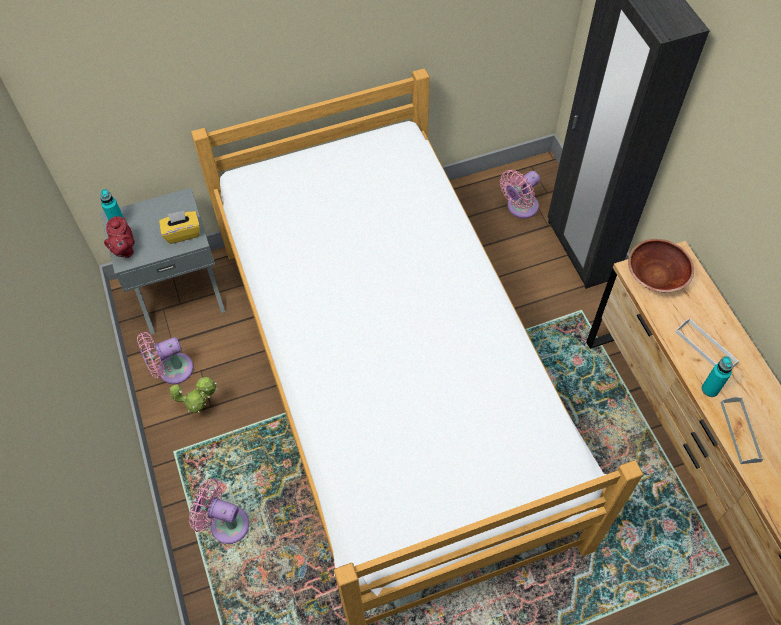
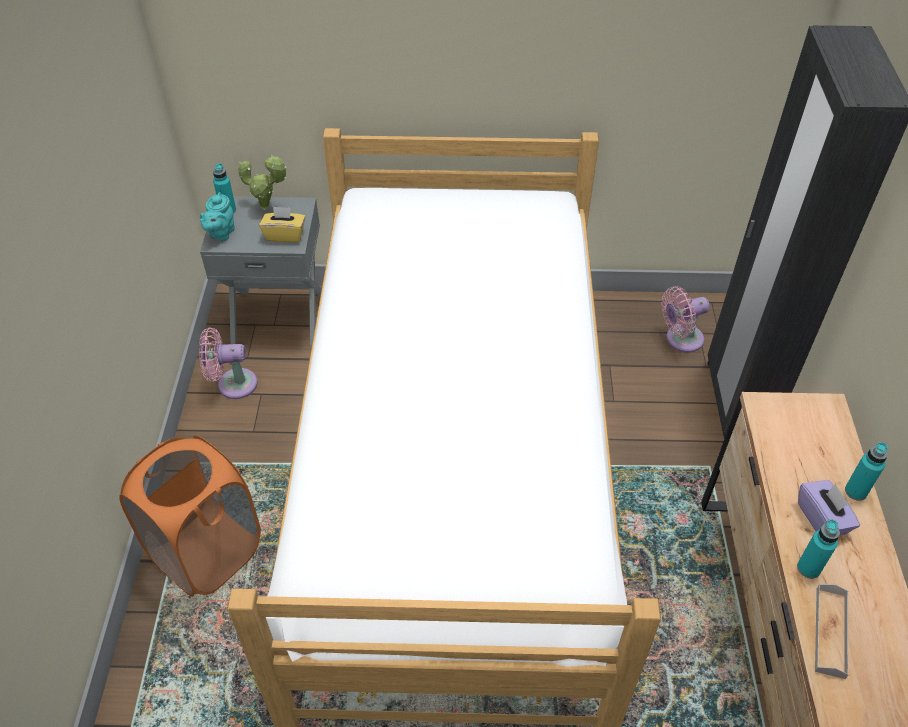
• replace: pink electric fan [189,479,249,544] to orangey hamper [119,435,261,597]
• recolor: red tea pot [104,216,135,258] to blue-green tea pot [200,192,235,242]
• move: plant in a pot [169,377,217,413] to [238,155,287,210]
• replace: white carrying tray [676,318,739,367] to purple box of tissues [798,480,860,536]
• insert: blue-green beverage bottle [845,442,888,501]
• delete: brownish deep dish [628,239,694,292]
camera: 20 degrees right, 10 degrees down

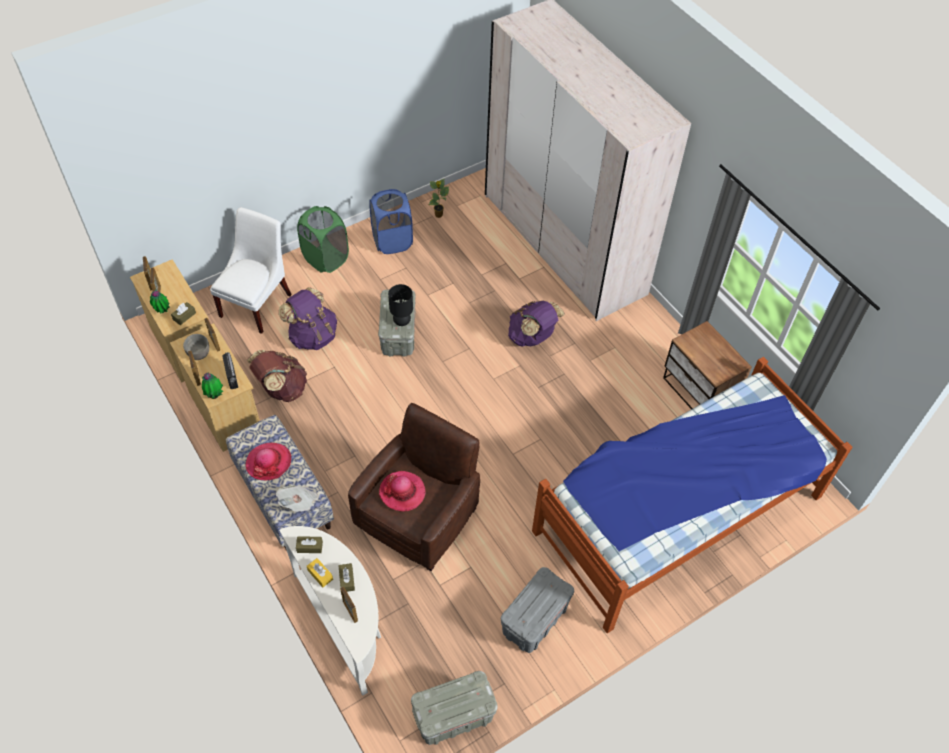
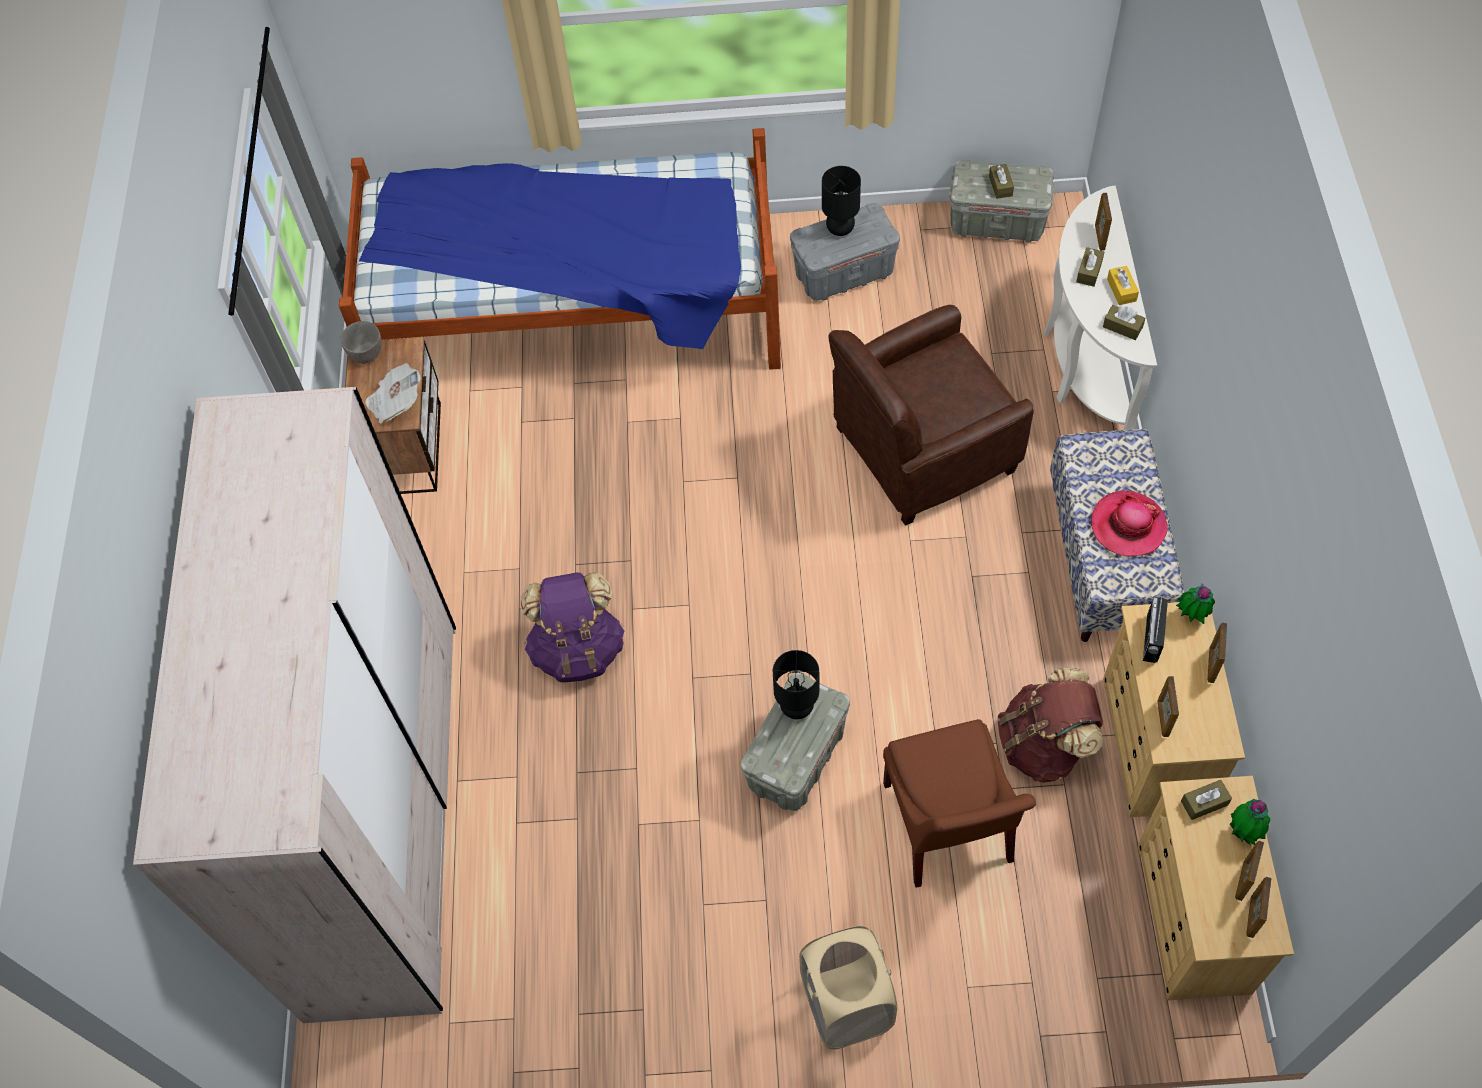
• move: grey deep dish [183,334,209,360] to [340,321,382,364]
• move: newspaper [276,484,319,512] to [365,363,421,424]
• recolor: greenish hamper [297,206,349,273] to sand-coloured hamper [799,926,897,1050]
• insert: black-coloured lamp for a table [822,166,861,236]
• replace: purple knapsack [279,287,337,350] to brownish plain chair [883,719,1036,888]
• insert: brownish box of tissues [989,164,1014,199]
• delete: white plain chair [210,207,292,334]
• delete: blue-coloured hamper [369,189,413,254]
• delete: clothing hat [379,471,425,512]
• delete: plant in a pot [429,179,449,218]
camera: 145 degrees left, 5 degrees up

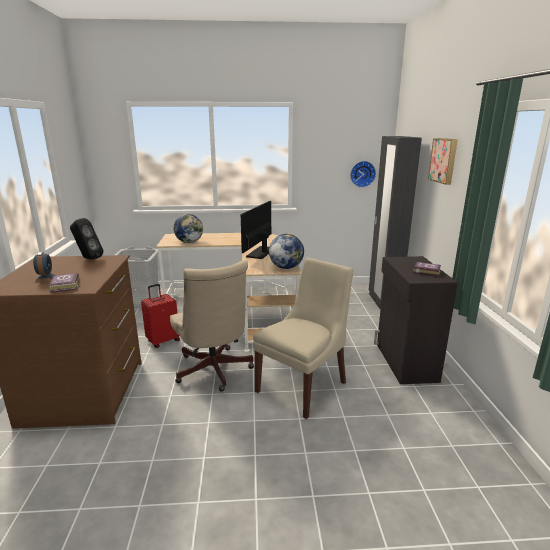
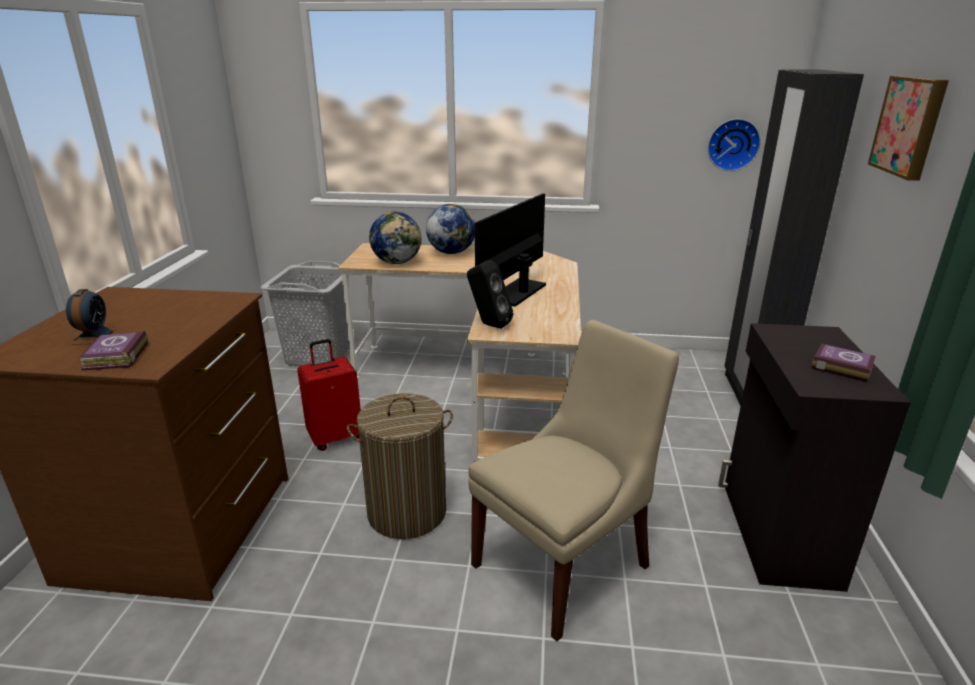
• replace: sand-coloured office chair [170,260,254,391] to hamper [347,393,453,539]
• move: world globe [269,234,304,269] to [426,204,475,254]
• move: black-coloured speaker [70,218,103,260] to [467,260,513,328]
camera: 10 degrees right, 5 degrees up

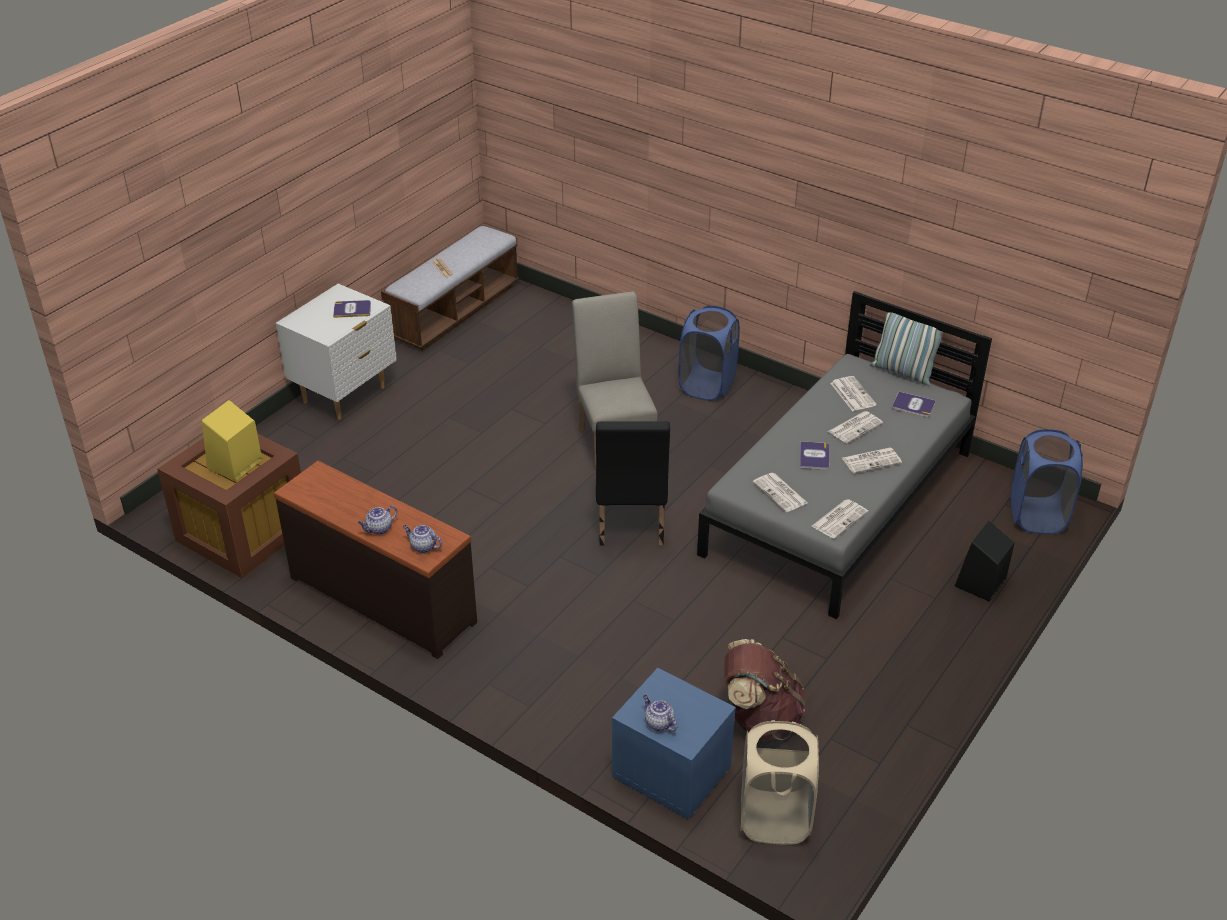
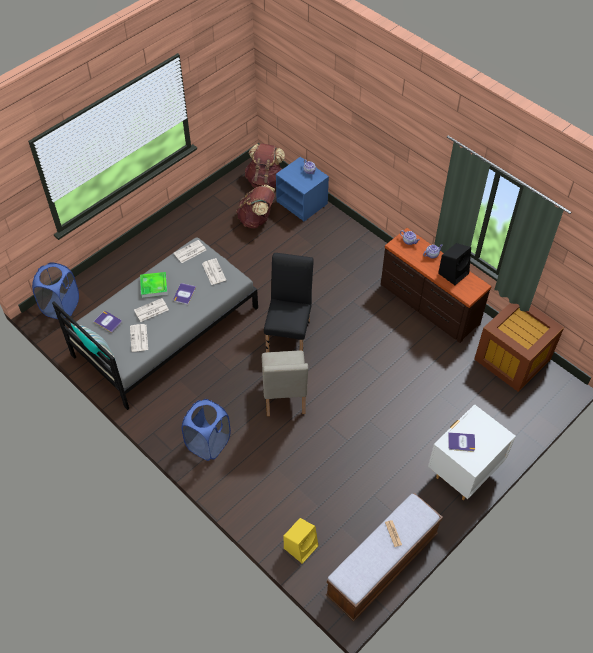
• replace: newspaper [842,447,902,473] to carrying tray [140,272,168,298]
• replace: sand-coloured hamper [741,720,819,845] to brownish knapsack [245,144,285,188]
• move: yellow-coloured speaker [202,400,262,481] to [283,518,319,564]
• move: black-coloured speaker [955,521,1015,602] to [438,243,471,285]
camera: 170 degrees left, 15 degrees up

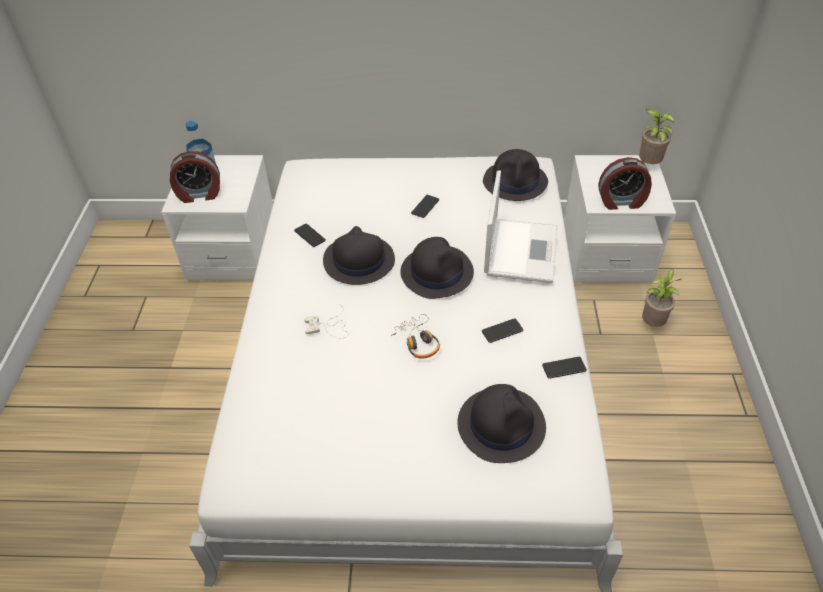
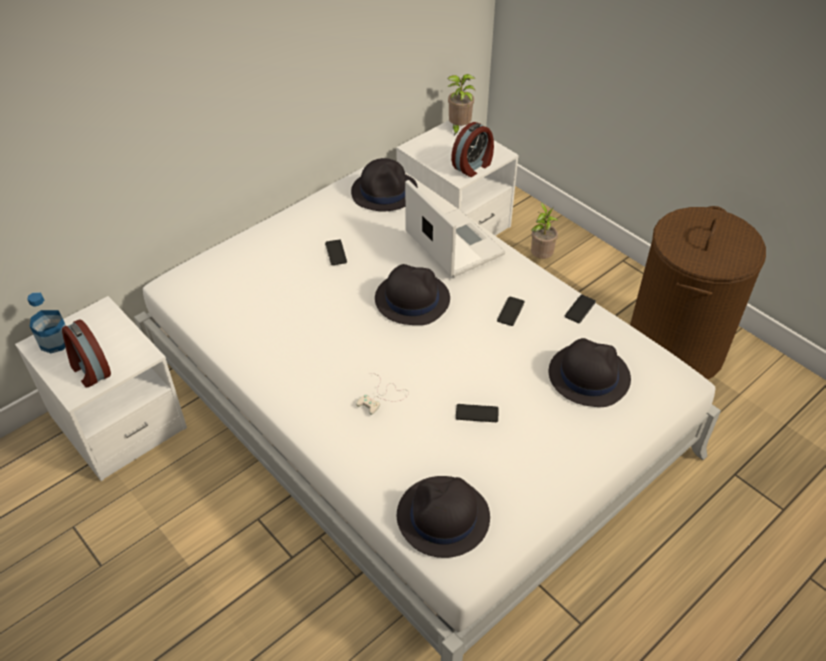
• rotate: table clock [170,151,220,203] = [62,319,111,388] 105 degrees clockwise
• move: black-coloured clothing hat [323,226,395,285] to [397,476,490,558]
• move: telephone [294,223,326,247] to [456,404,499,422]
• insert: brownish hamper [630,206,766,380]
• delete: pair of headphones [391,314,440,359]
camera: 45 degrees left, 0 degrees up

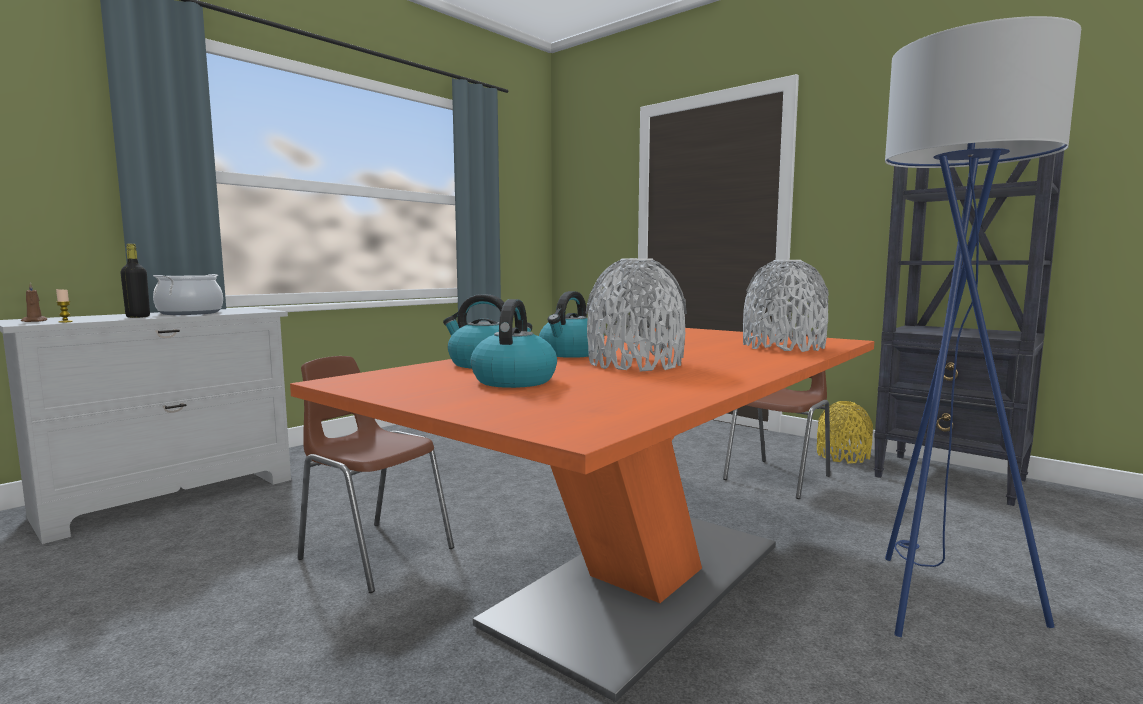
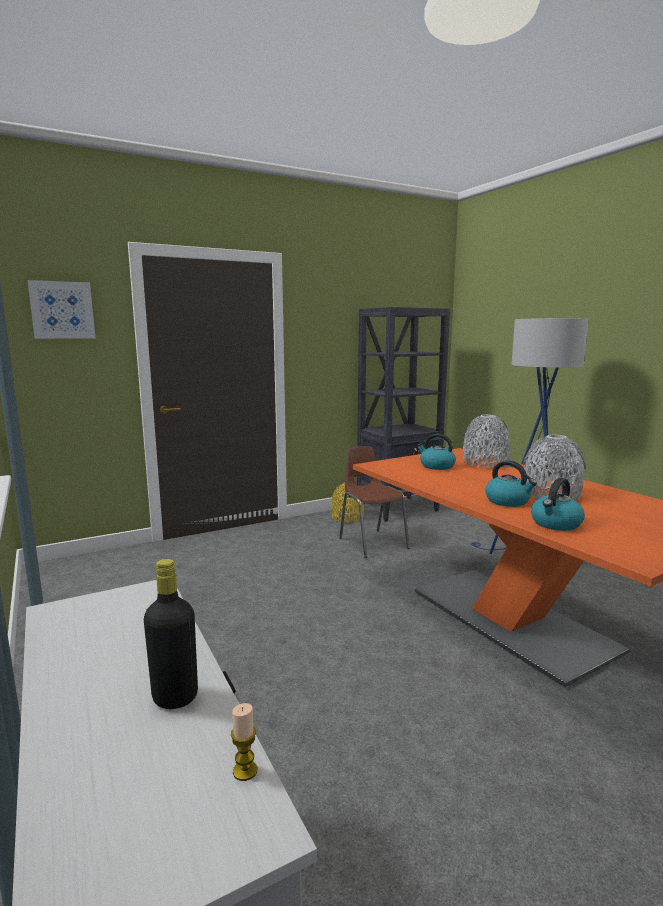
• insert: wall picture [27,280,95,339]
• move: water kettle [470,299,557,388] to [417,434,456,470]
• delete: brownish wax candle [21,282,47,322]
• delete: cooking pot [153,274,223,315]
• delete: brownish plain chair [297,356,454,593]
camera: 70 degrees left, 5 degrees up

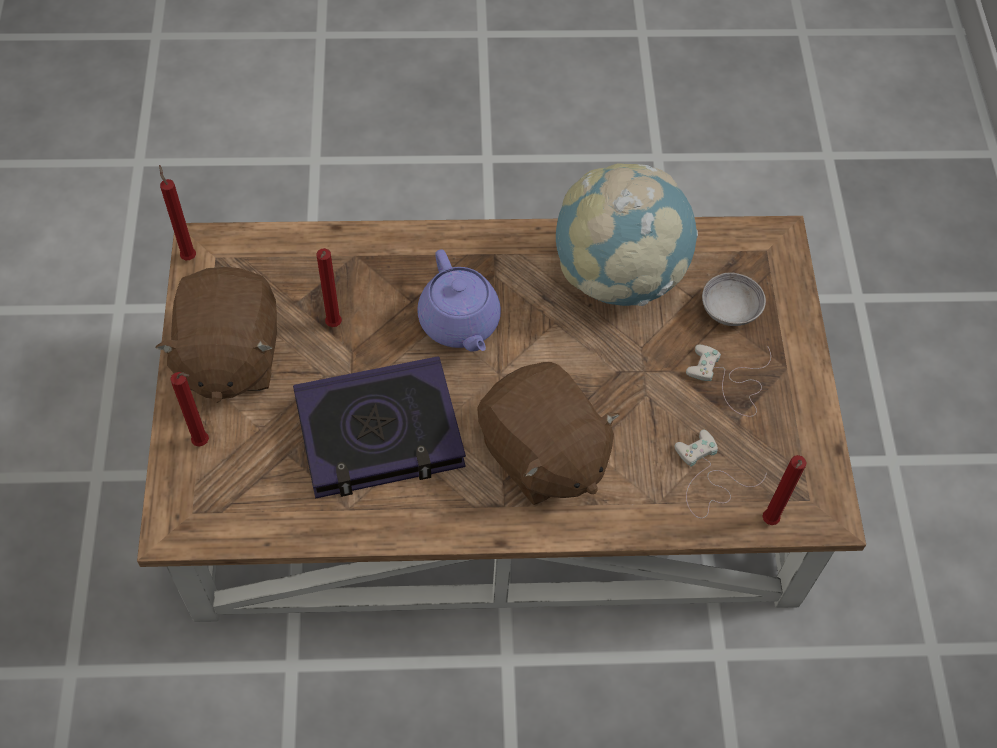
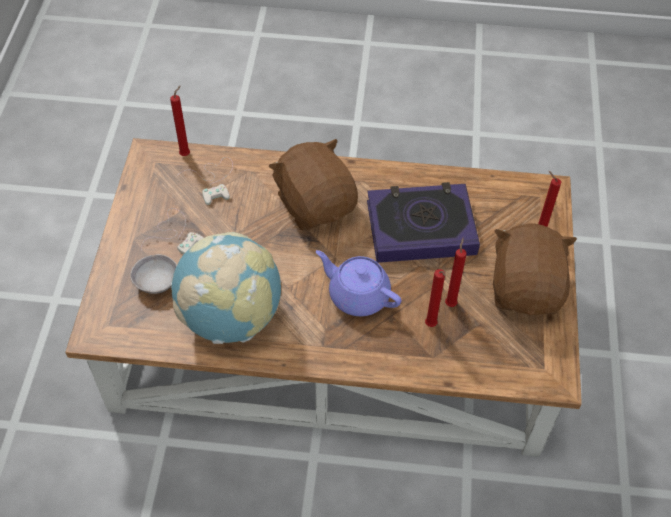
• rotate: purple tea pot [417,250,501,352] = [316,250,401,316] 45 degrees counterclockwise
• move: red wax candle [159,165,196,260] to [425,269,446,327]
camera: 170 degrees left, 5 degrees down

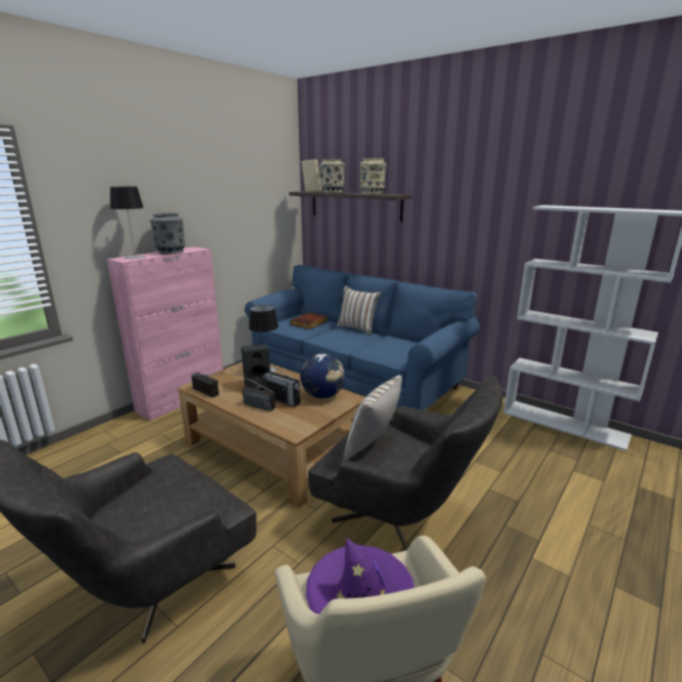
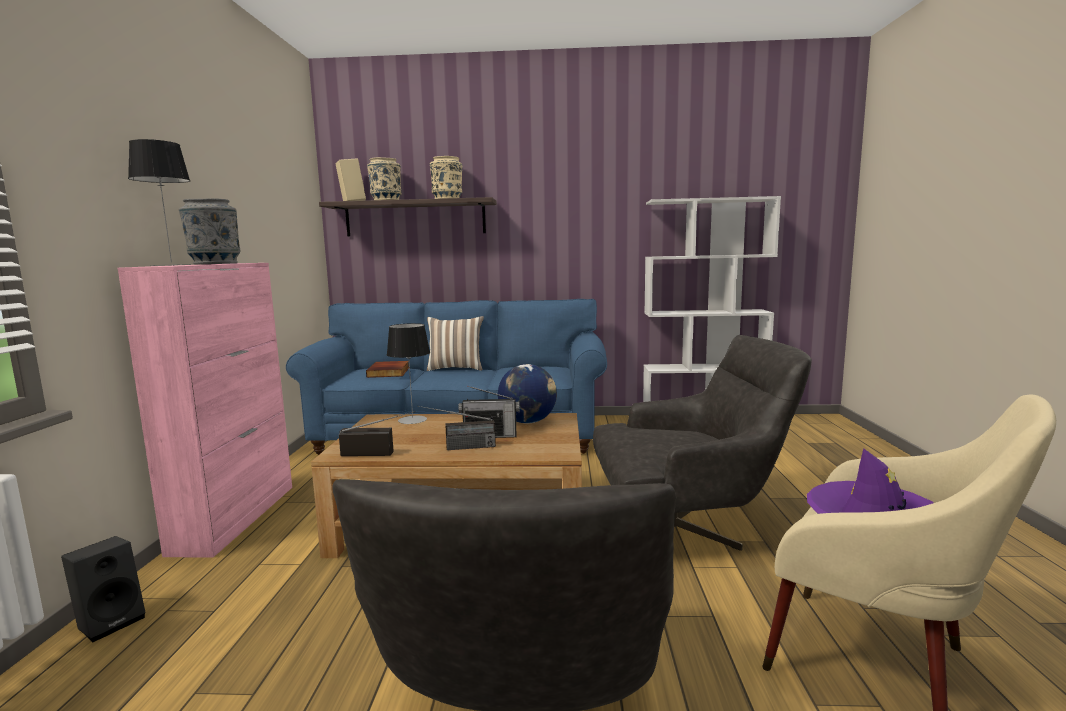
• move: black-coloured speaker [241,344,270,391] to [61,536,146,642]
• delete: pillow [343,375,402,461]
camera: 35 degrees left, 10 degrees down

